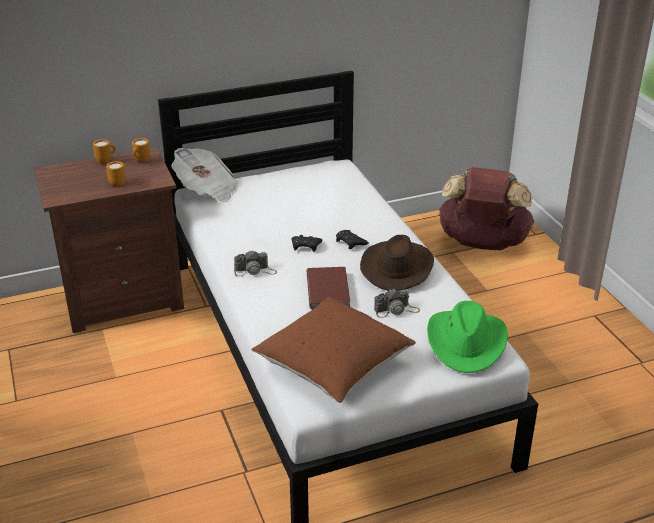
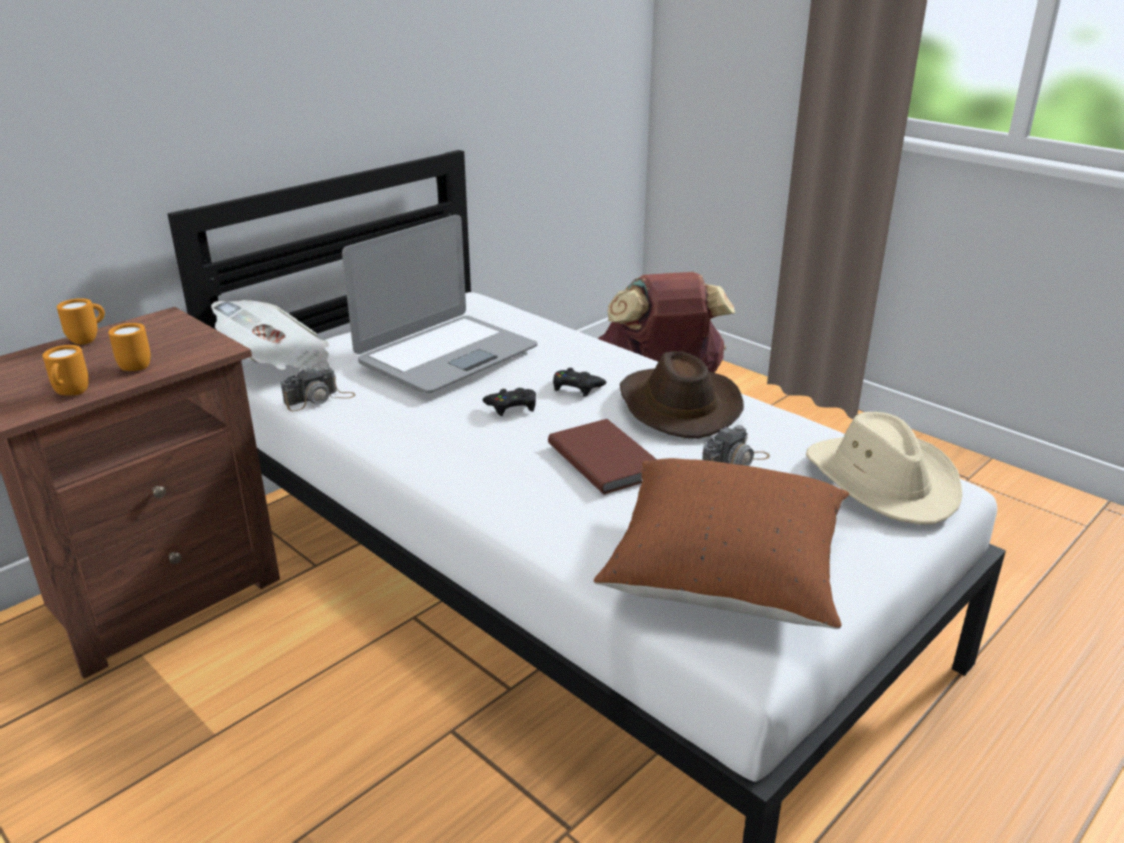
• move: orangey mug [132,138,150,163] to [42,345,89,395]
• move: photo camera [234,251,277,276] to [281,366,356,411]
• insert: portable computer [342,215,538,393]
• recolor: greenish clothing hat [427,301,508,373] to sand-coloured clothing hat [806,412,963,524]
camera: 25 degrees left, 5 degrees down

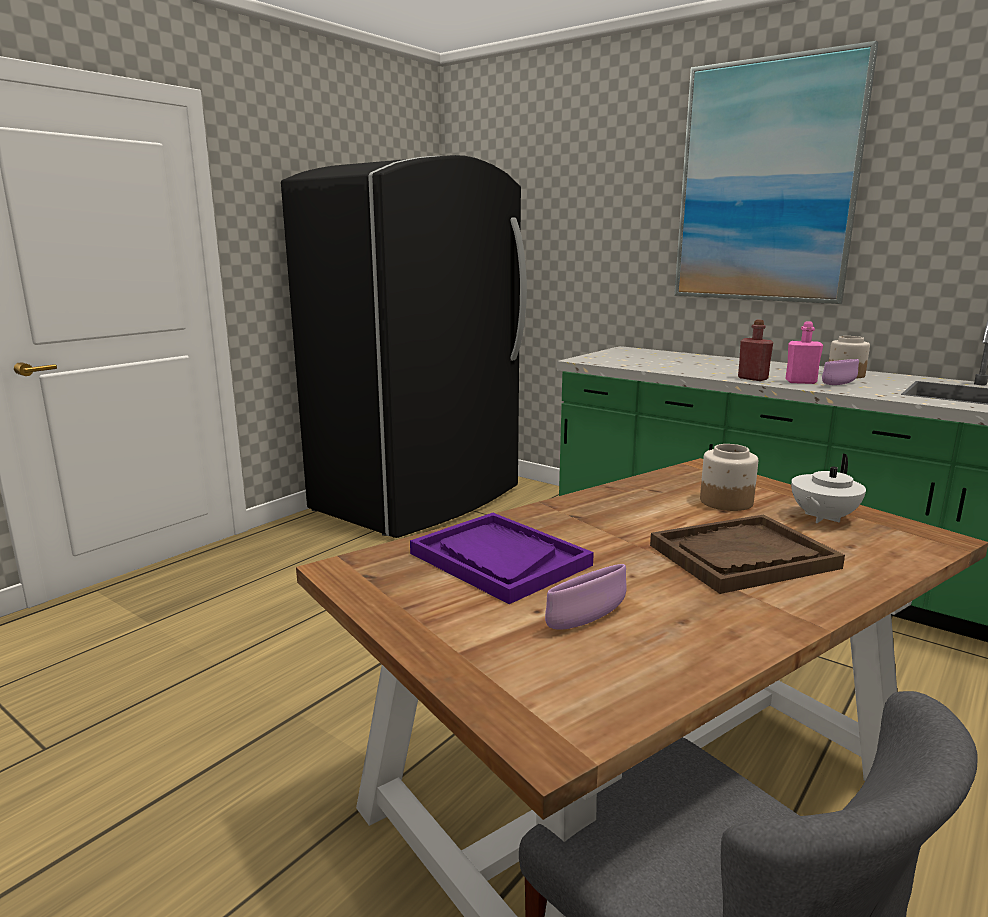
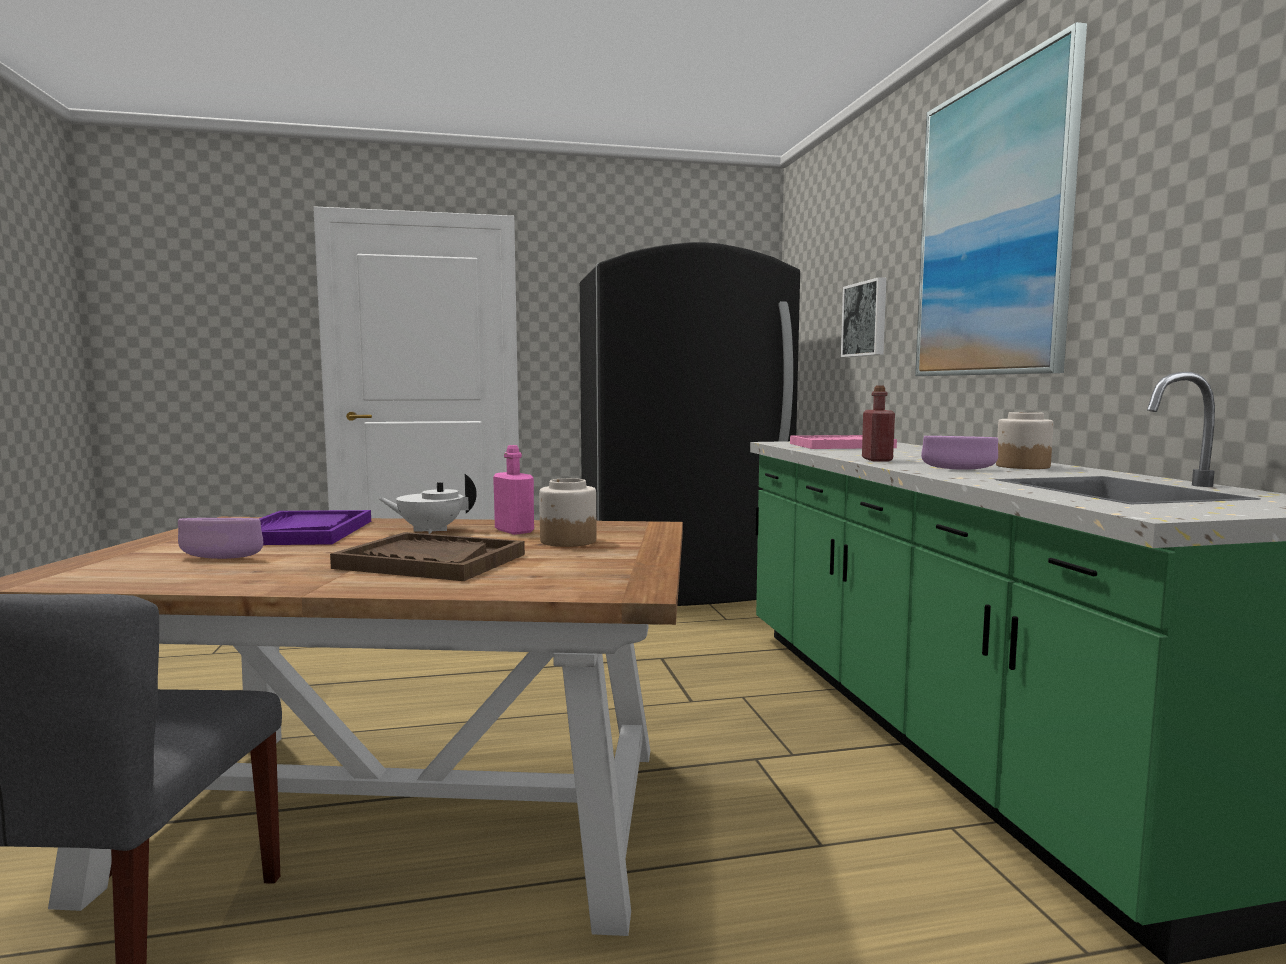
• move: white tea pot [791,454,866,523] to [378,474,477,534]
• move: pink beverage bottle [785,321,823,384] to [493,445,534,535]
• insert: pink carrying tray [790,435,897,449]
• insert: wall picture [841,277,886,357]
camera: 40 degrees right, 10 degrees down

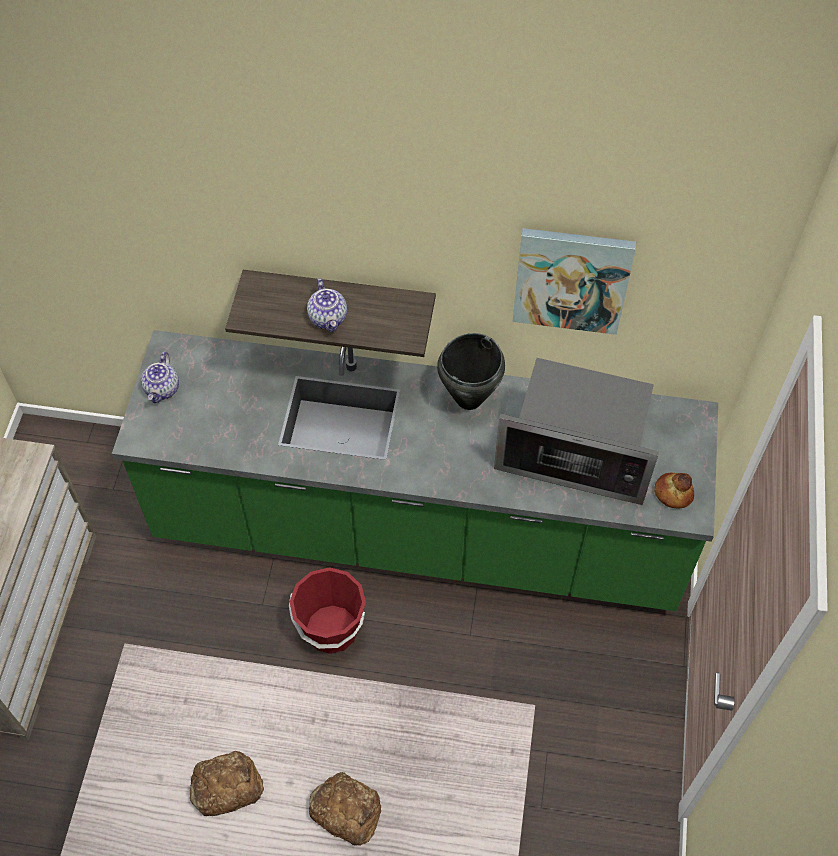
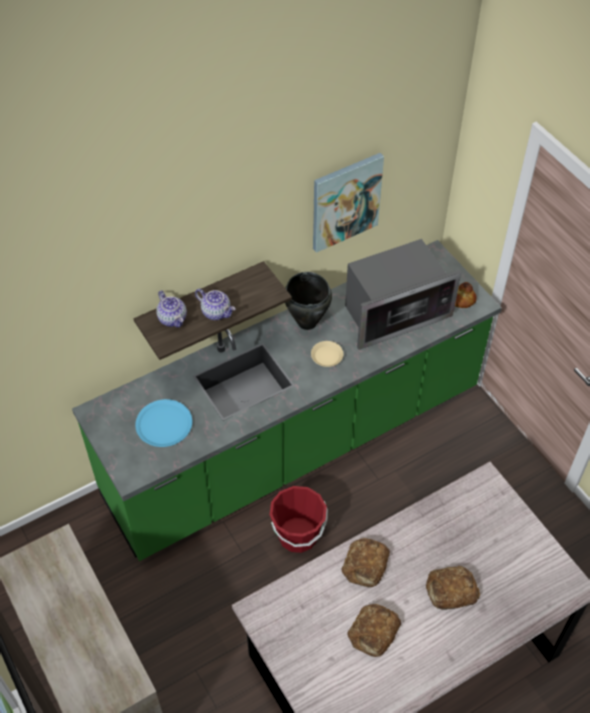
• insert: blue-coloured plate [135,399,192,447]
• move: tea pot [141,352,179,403] to [156,291,187,328]
• insert: sand-coloured plate [311,341,343,367]
• insert: bread [341,538,390,587]
camera: 40 degrees left, 5 degrees down

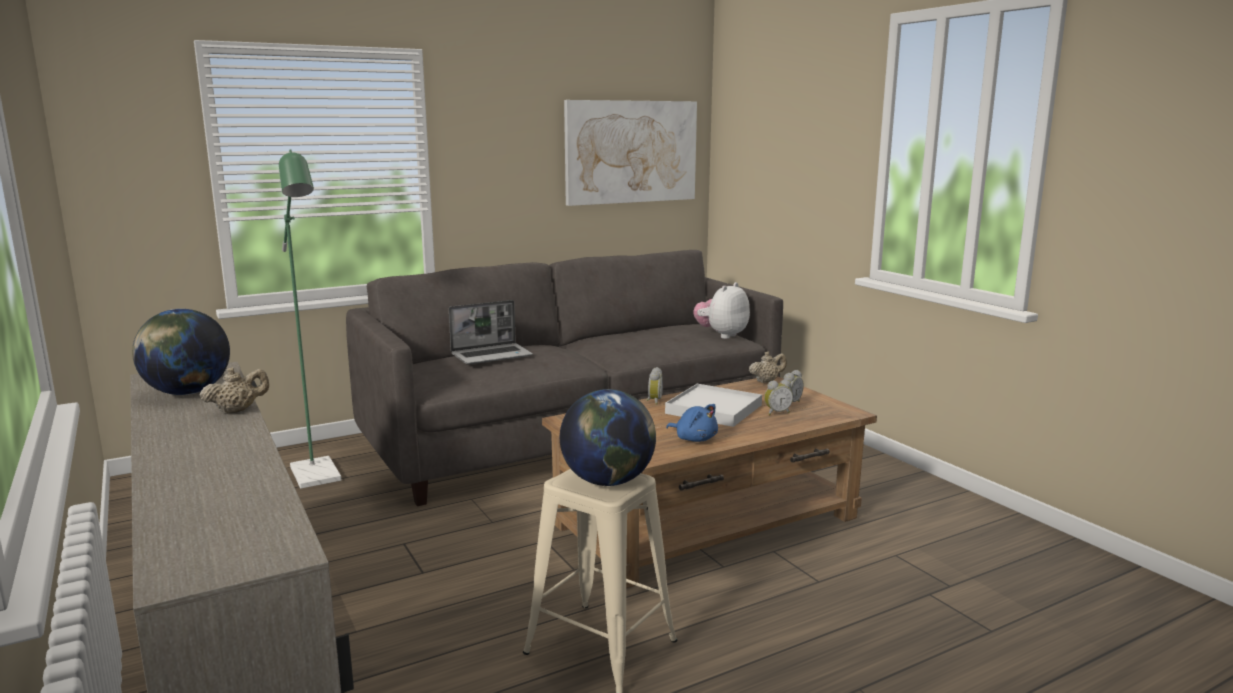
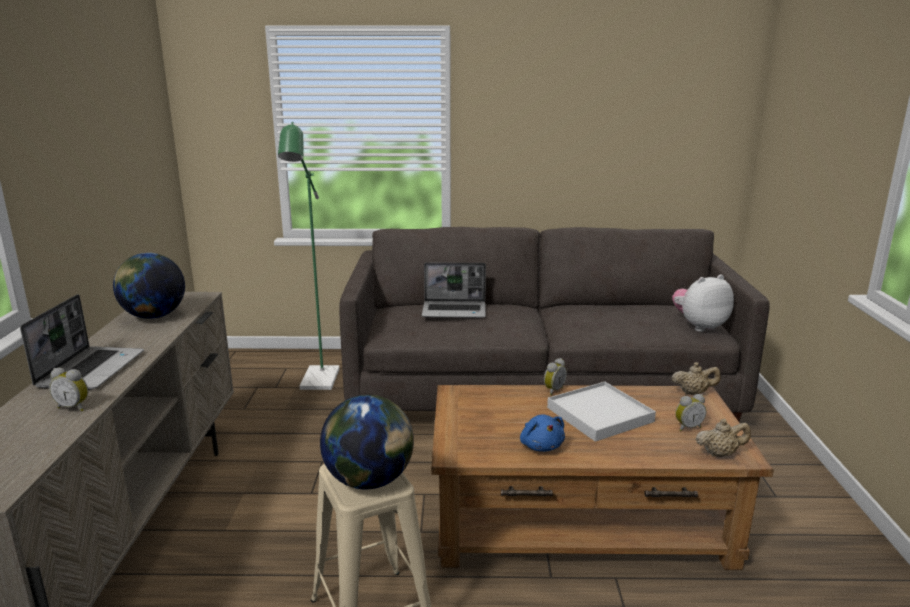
• insert: portable computer [20,294,144,390]
• move: table clock [764,379,793,415] to [49,368,88,411]
• move: sand-coloured tea pot [200,367,269,414] to [696,419,751,457]
• delete: wall picture [564,100,697,206]
camera: 30 degrees right, 5 degrees up

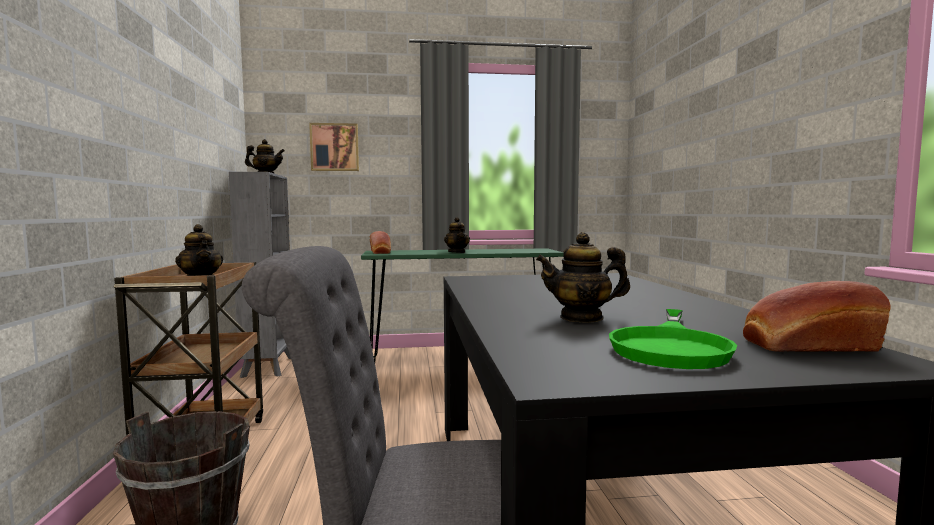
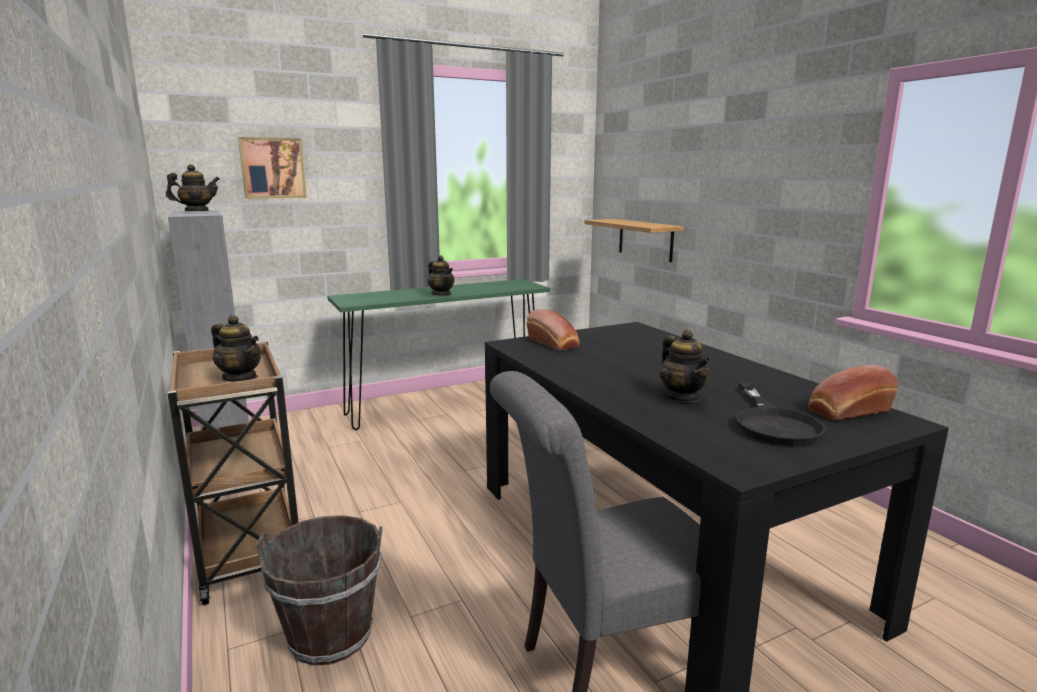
• move: bread [370,231,391,254] to [527,309,580,351]
• insert: shelf [584,219,684,262]
• rotate: tea pot [536,232,630,323] = [660,330,711,402] 90 degrees counterclockwise
• recolor: greenish pan [609,309,737,369] to black-coloured pan [736,382,826,447]
camera: 20 degrees left, 10 degrees up

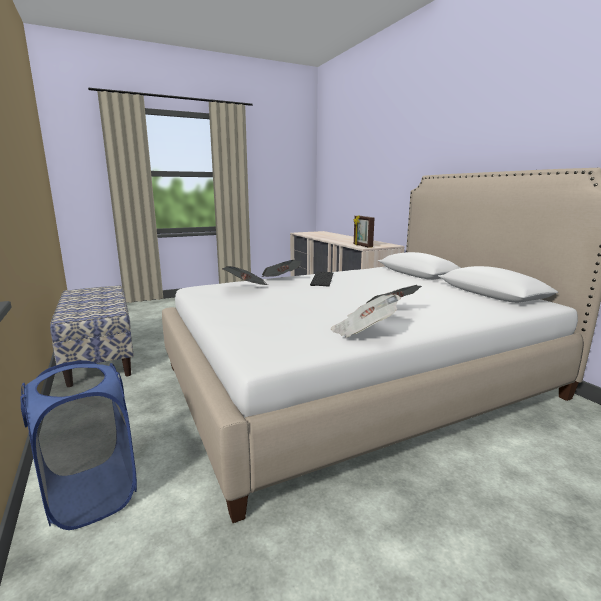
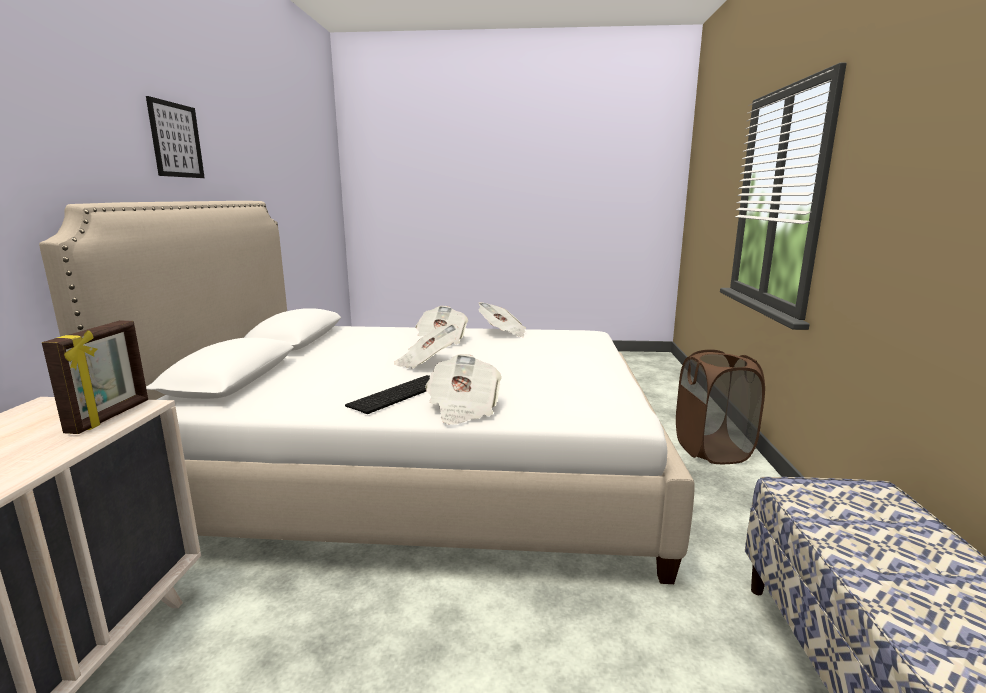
• insert: wall picture [146,96,205,178]
• move: newspaper [222,266,268,285] to [394,324,458,369]
• recolor: blue-coloured hamper [20,361,137,530] to brownish hamper [676,350,765,464]
camera: 150 degrees left, 0 degrees up

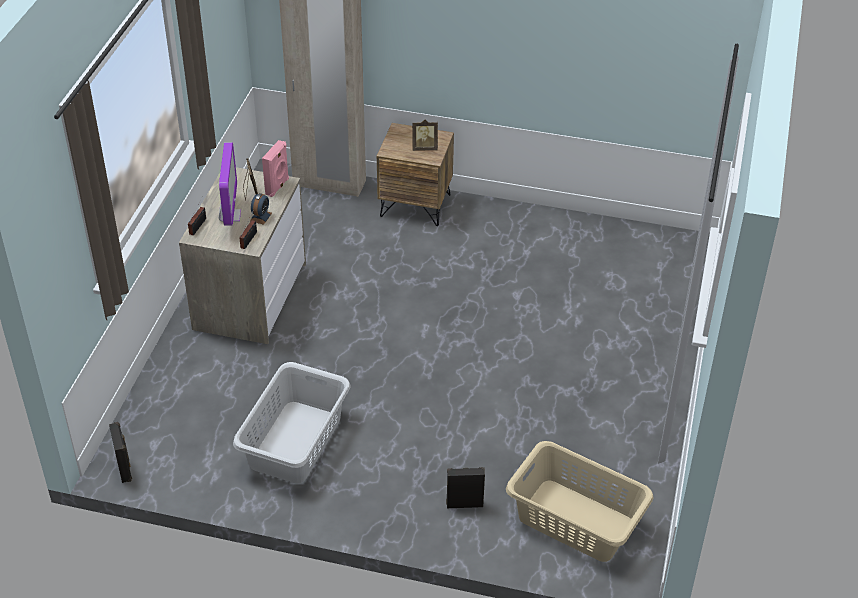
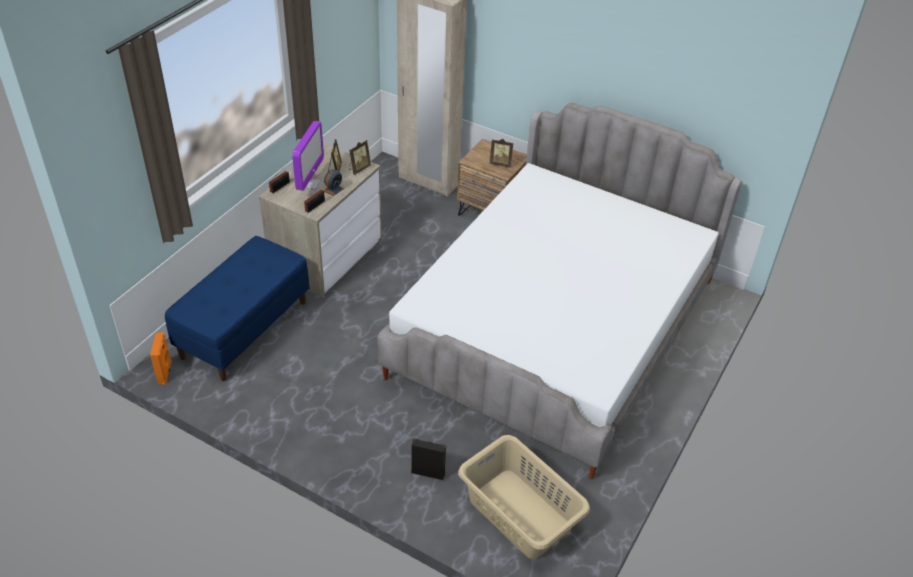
• recolor: black-coloured speaker [109,422,132,483] to orangey speaker [150,332,172,384]
• insert: blue-coloured long seat [165,236,310,381]
• replace: pink speaker [262,140,289,197] to photo frame [349,140,371,175]
• insert: bedroom bed [377,103,742,480]
• delete: grey hamper [233,362,351,483]
camera: 15 degrees right, 0 degrees up

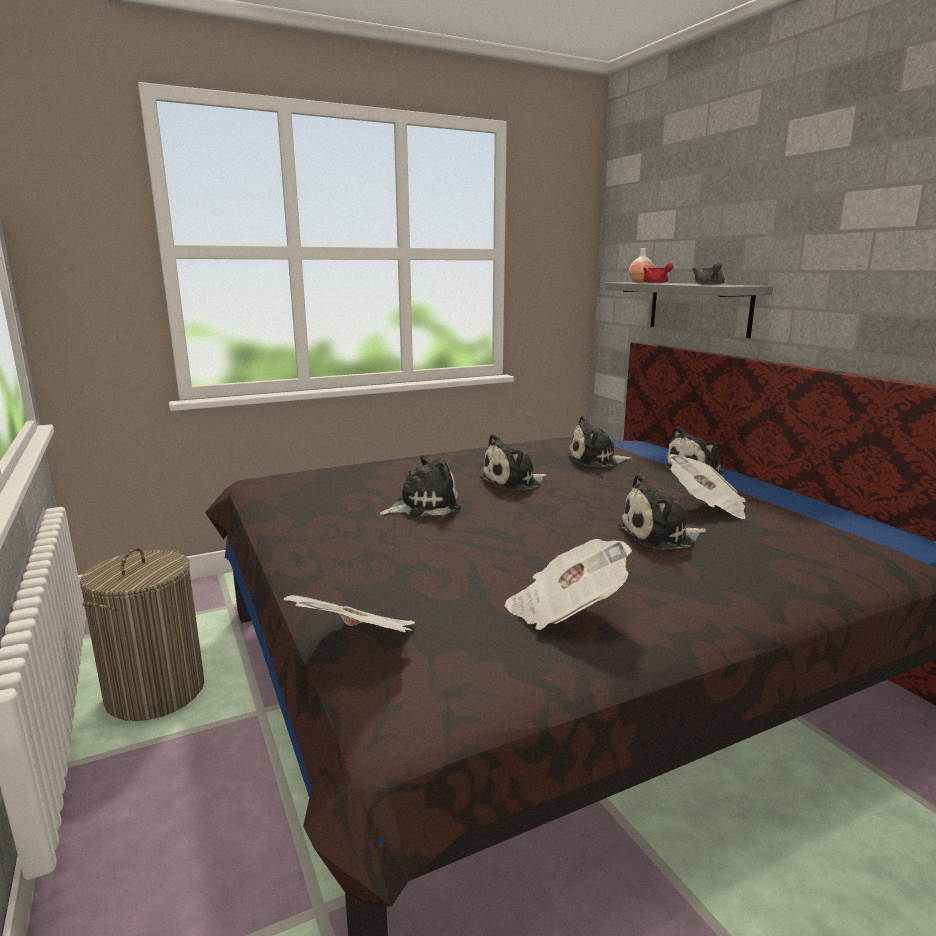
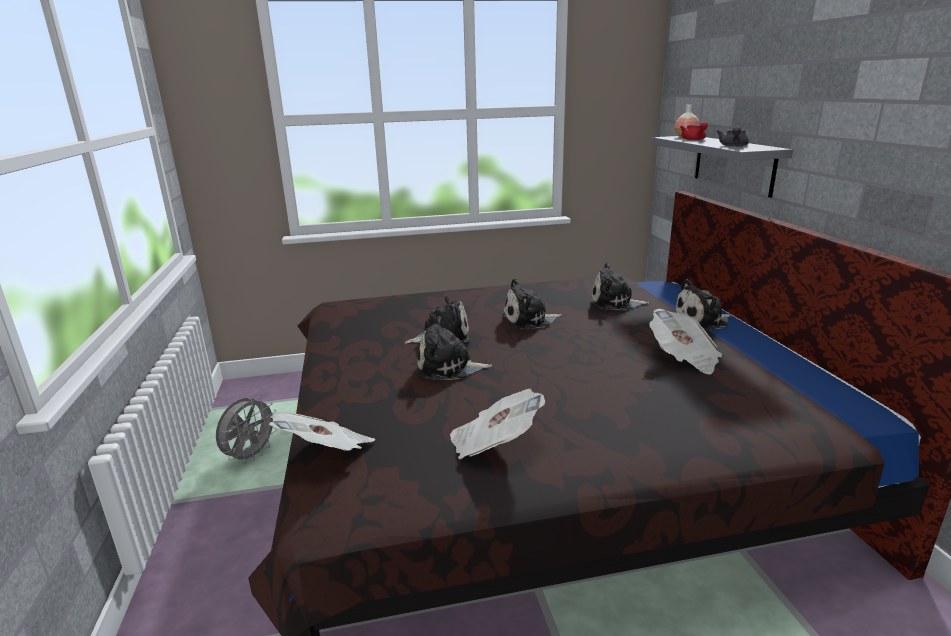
• replace: hamper [80,548,204,721] to grey electric fan [216,396,277,464]
• move: soft toy [618,473,706,550] to [417,316,492,380]
camera: 15 degrees right, 5 degrees up

